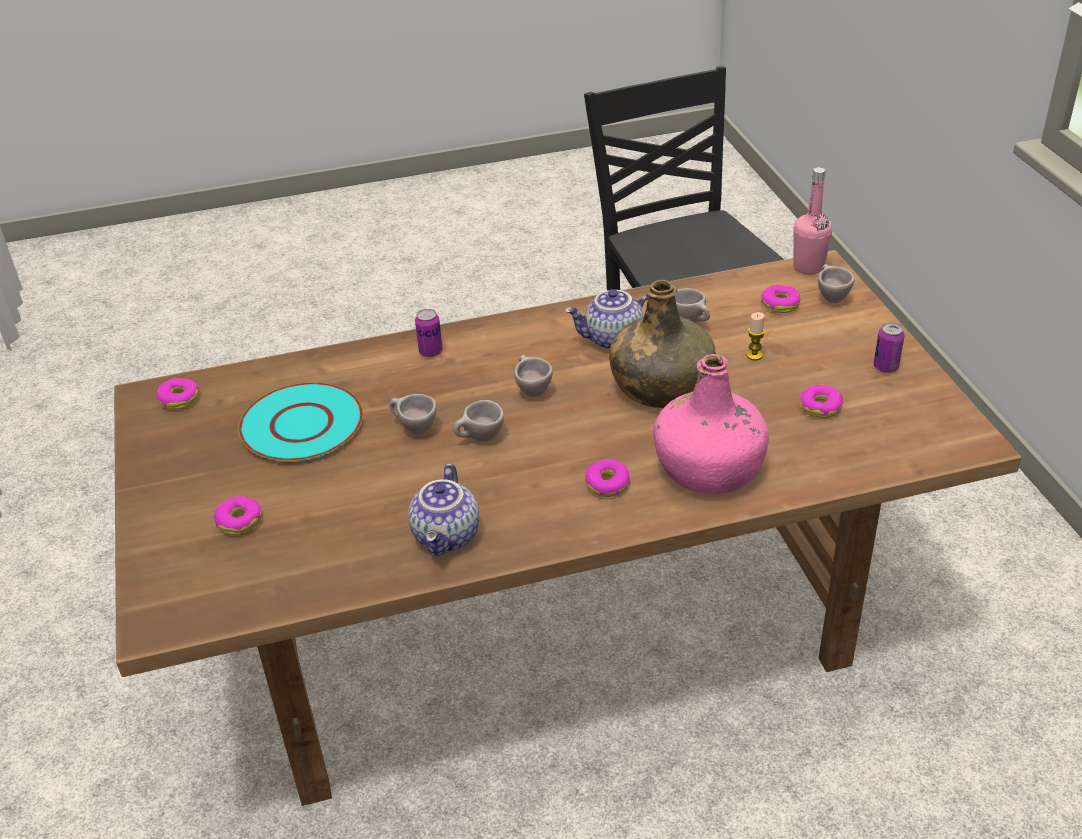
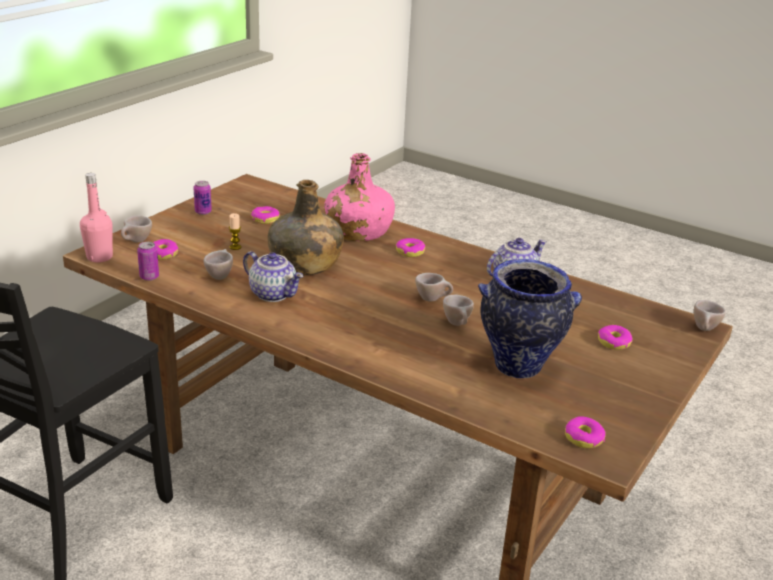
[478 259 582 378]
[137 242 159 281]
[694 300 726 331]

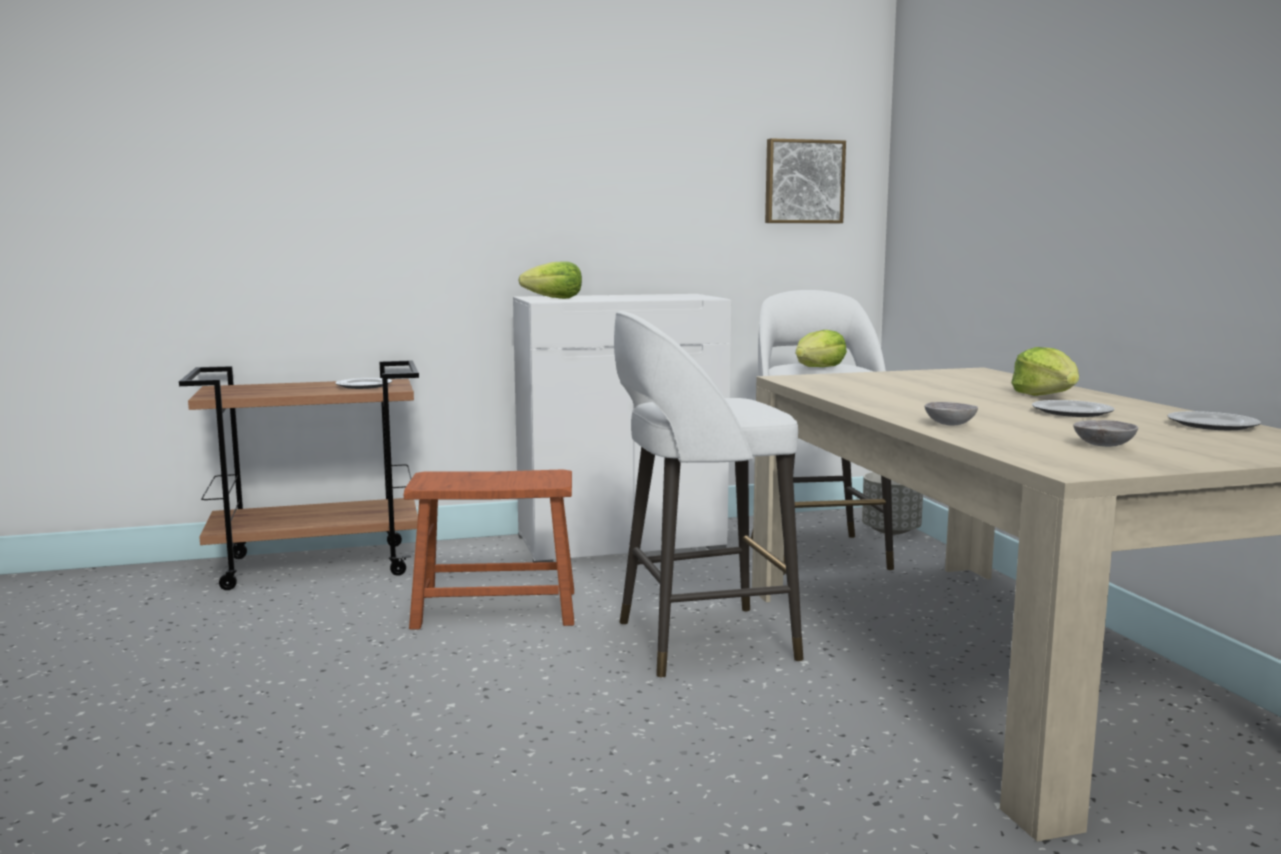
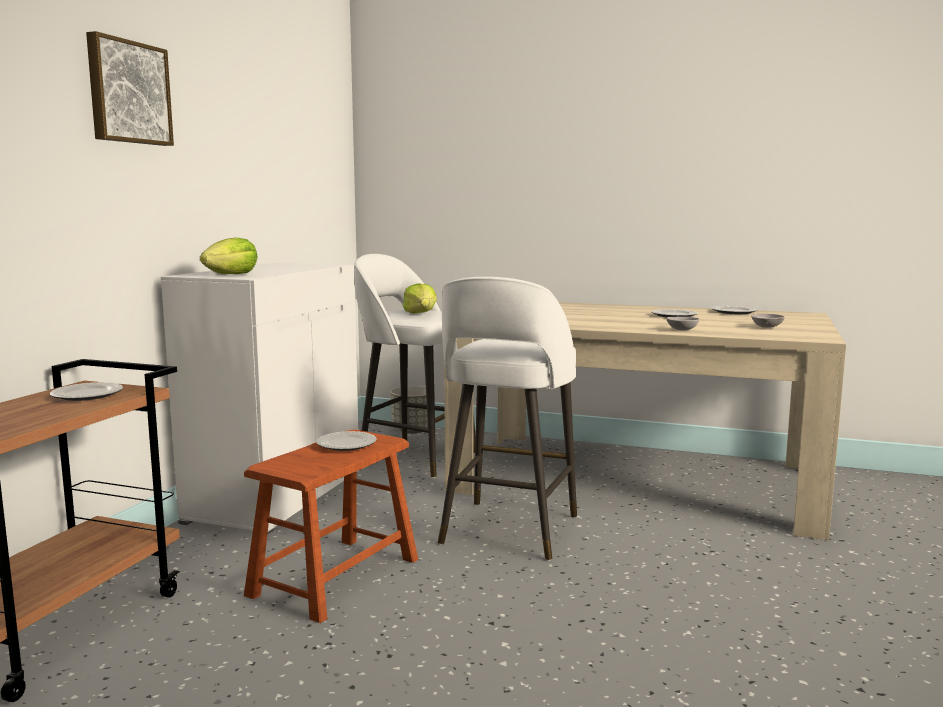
[86 31 174 146]
[1011 347 1079 396] (first image)
[316 431 377 451]

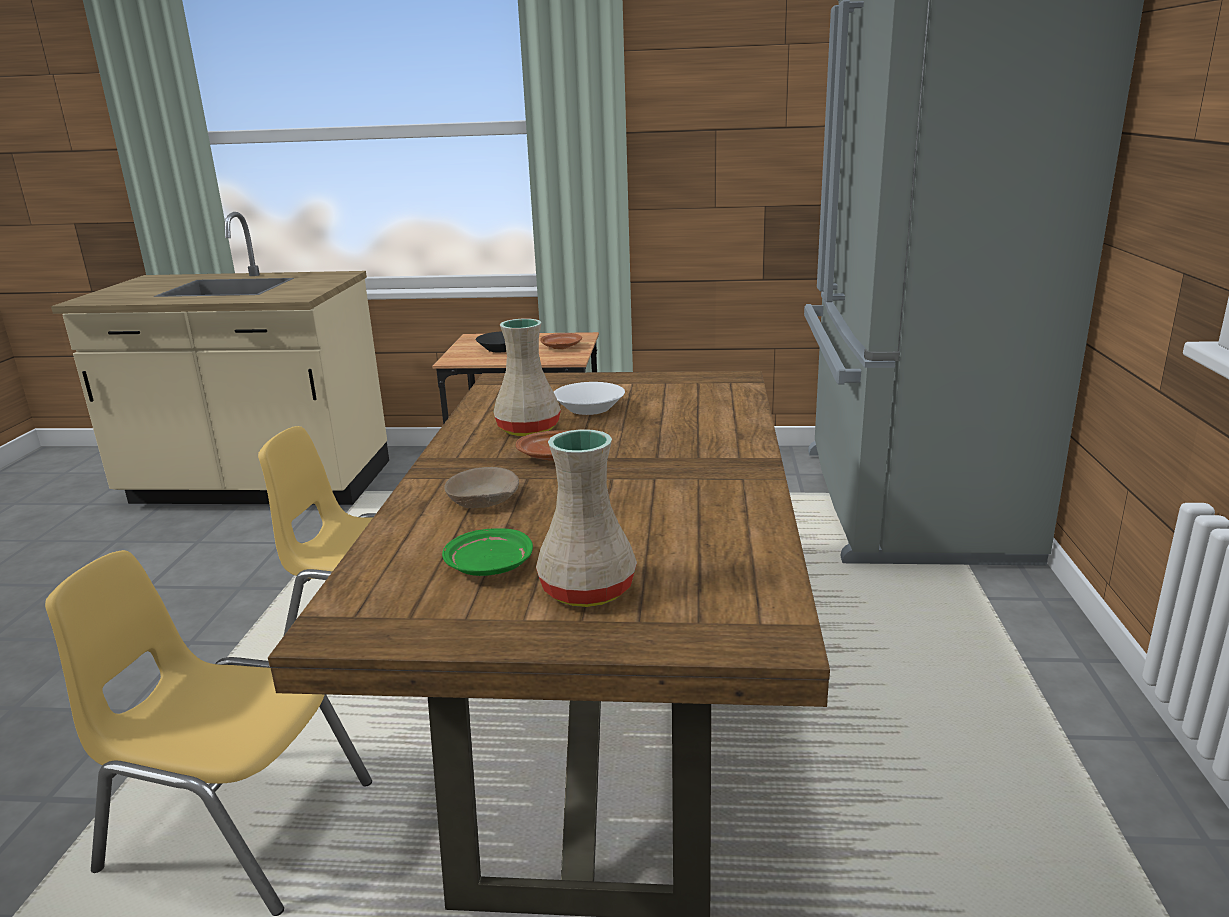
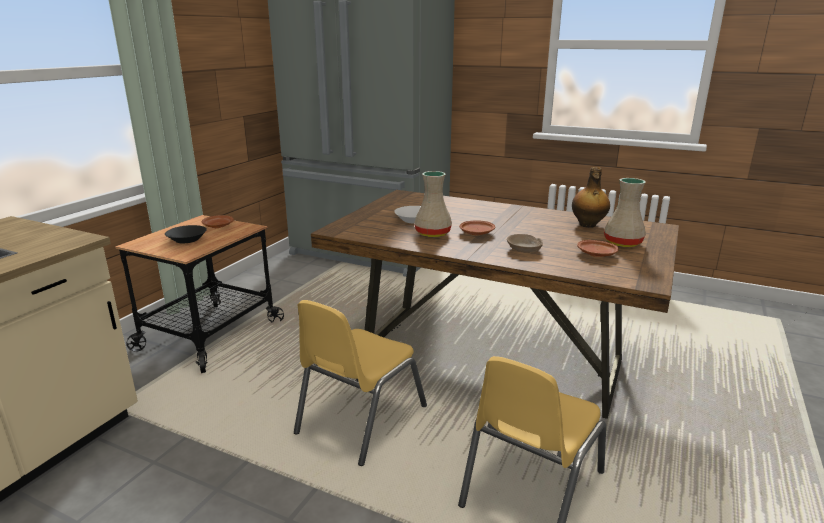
[577 240 619 257]
[572 167 610 228]

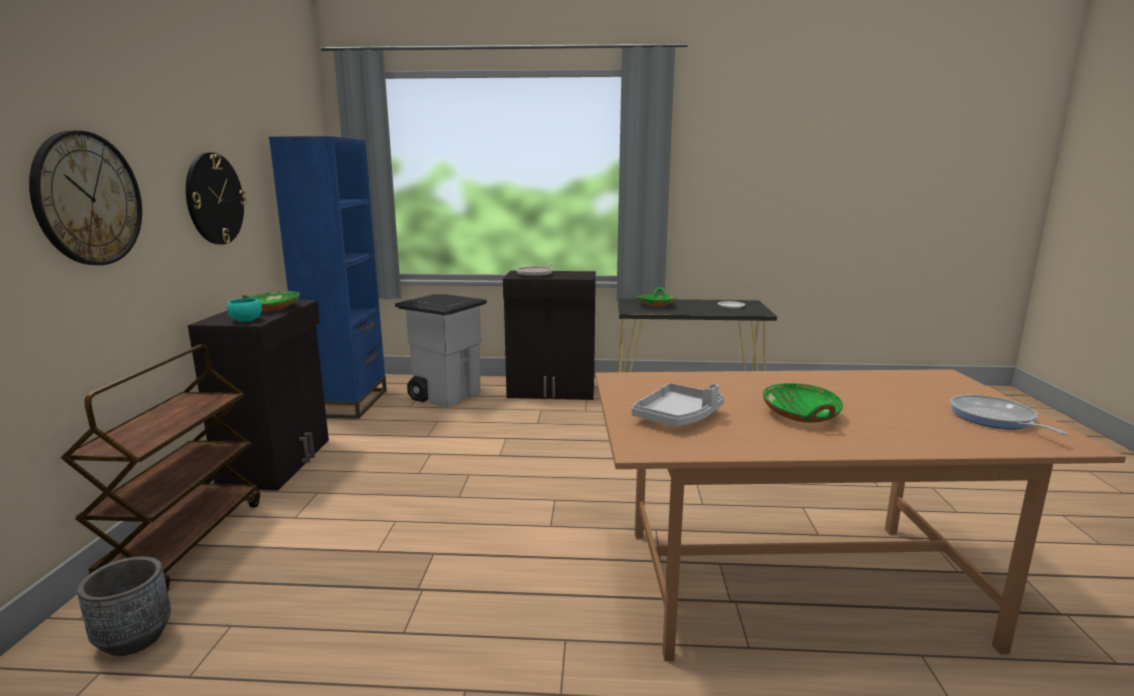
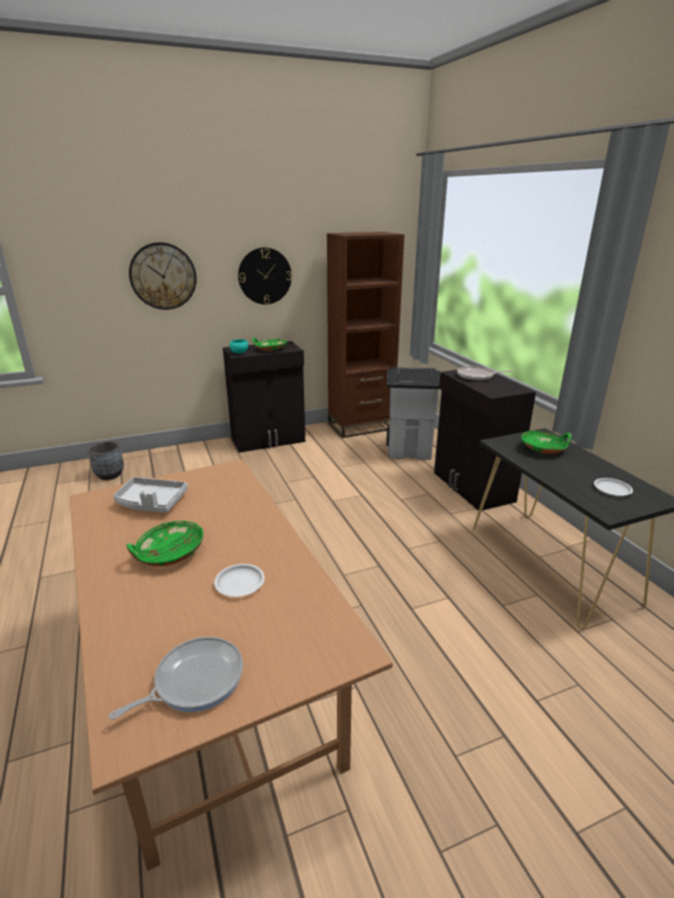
[61 344 260 592] (first image)
[327 232 404 438]
[214 564 265 597]

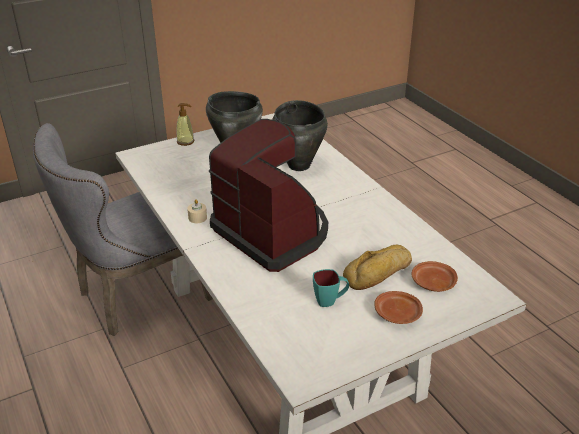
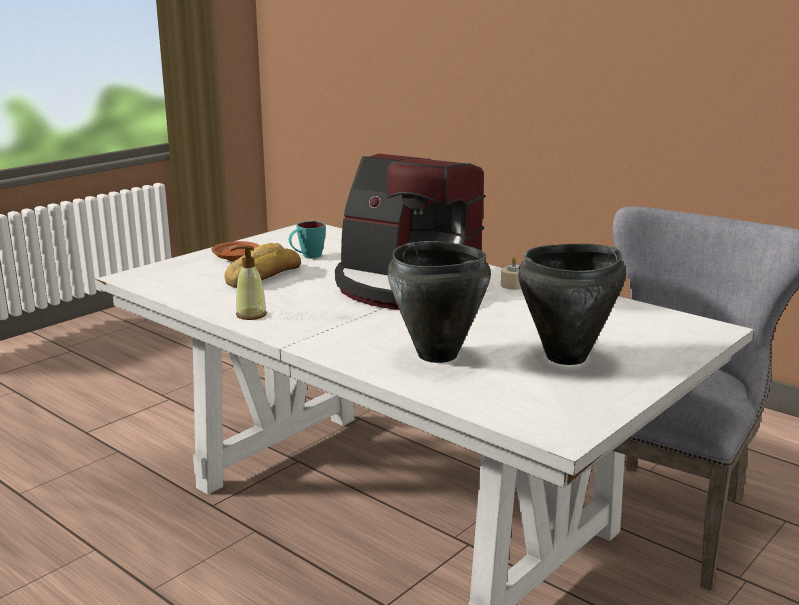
[231 245 267 320]
[412 261 458 292] (first image)

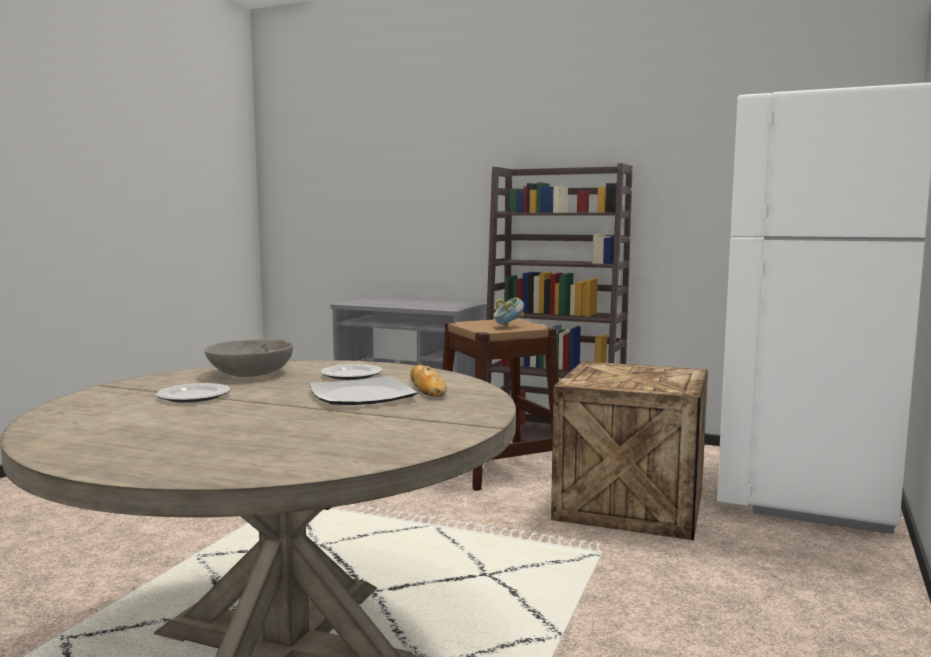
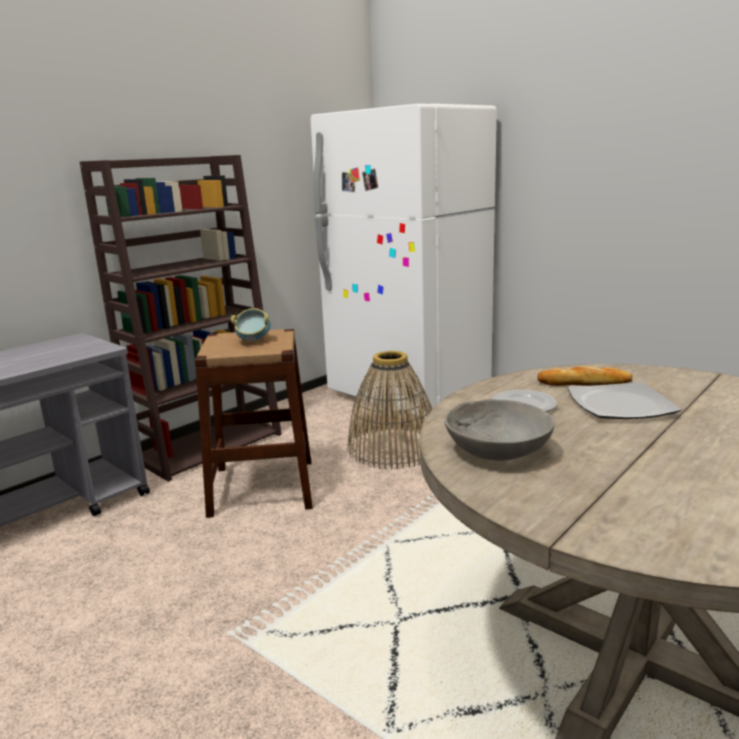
[156 383 231 403] (first image)
[347 351 432 469]

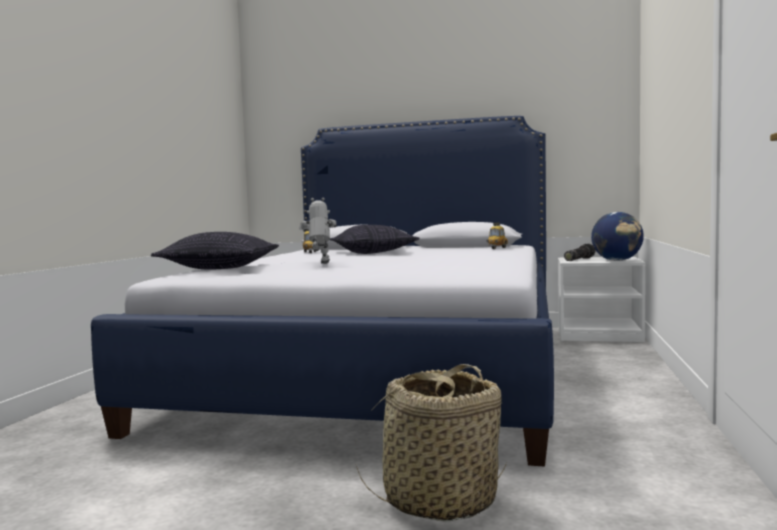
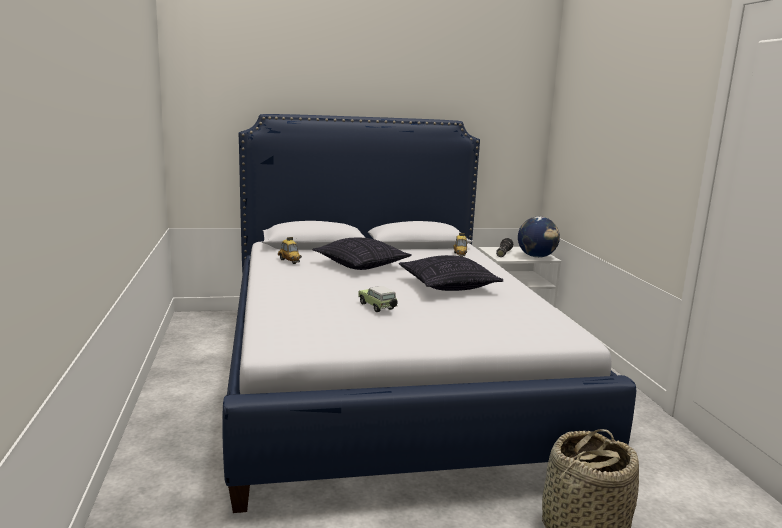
[399 255 503 291]
[358 286 398 312]

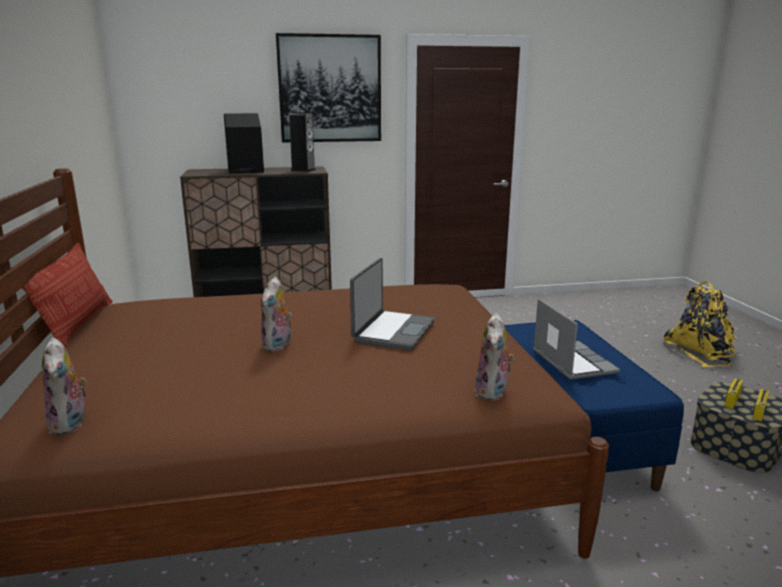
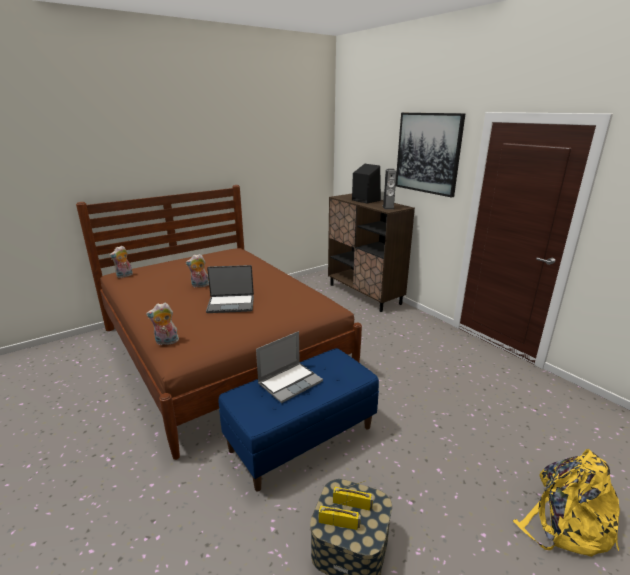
[22 243 112 347] (first image)

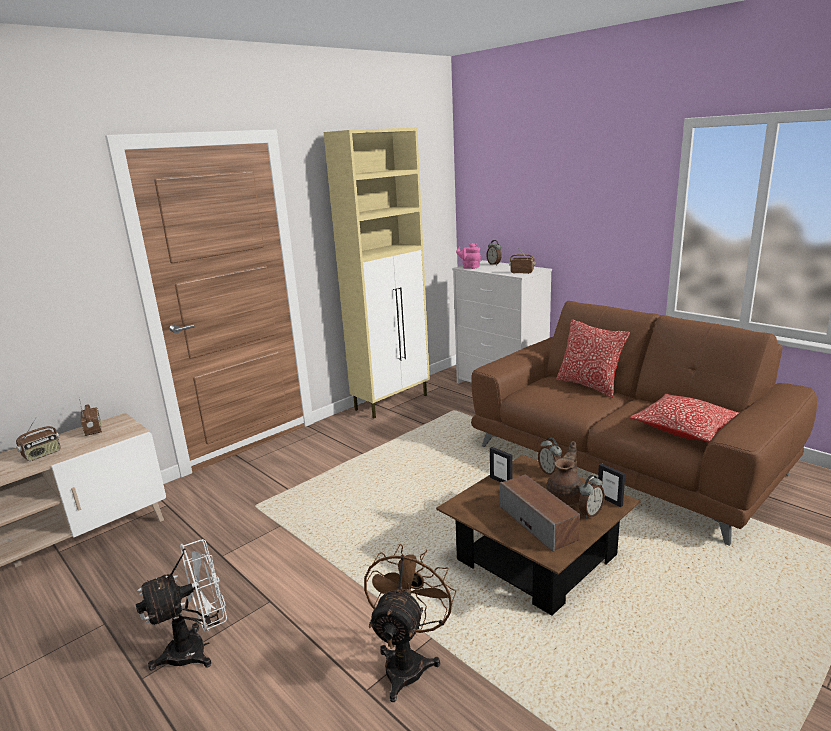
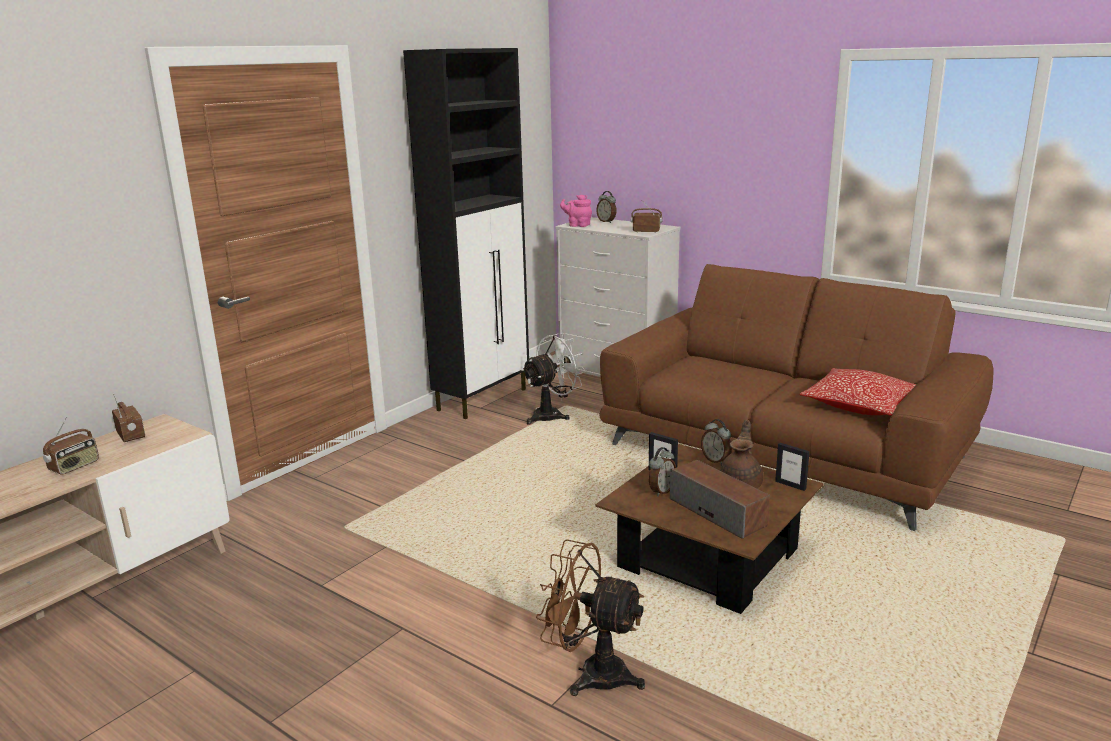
[521 333 586 425]
[403 48 529 419]
[536 539 645 696]
[556 320 630 398] (first image)
[649 447 676 496]

